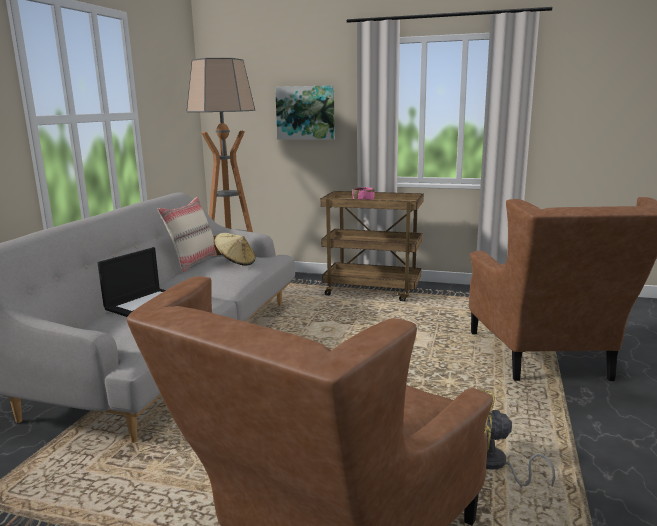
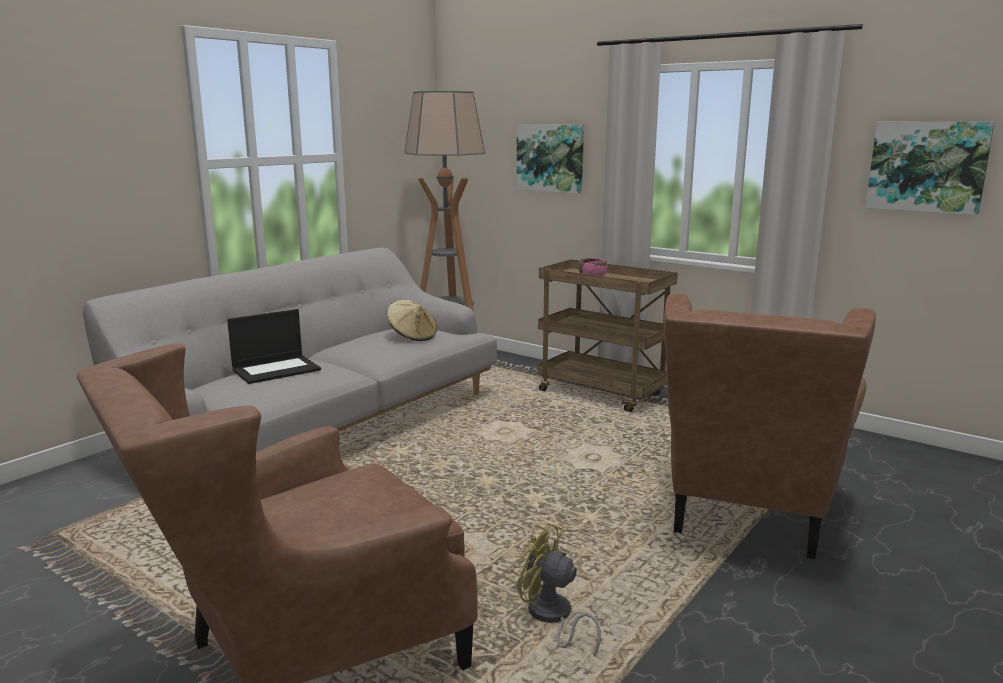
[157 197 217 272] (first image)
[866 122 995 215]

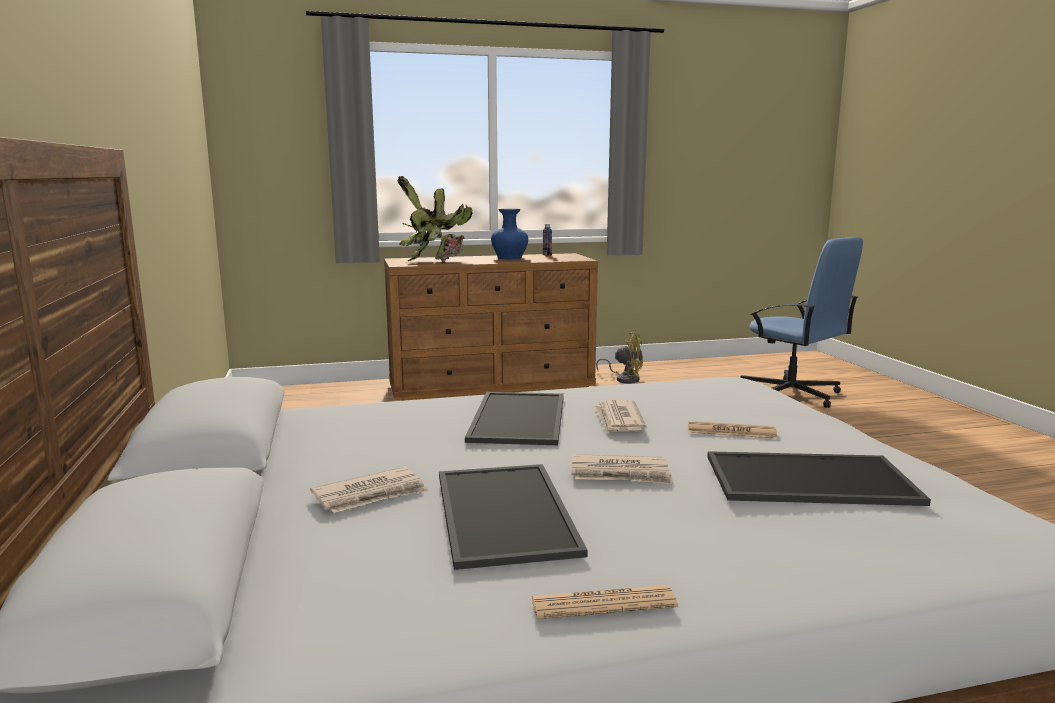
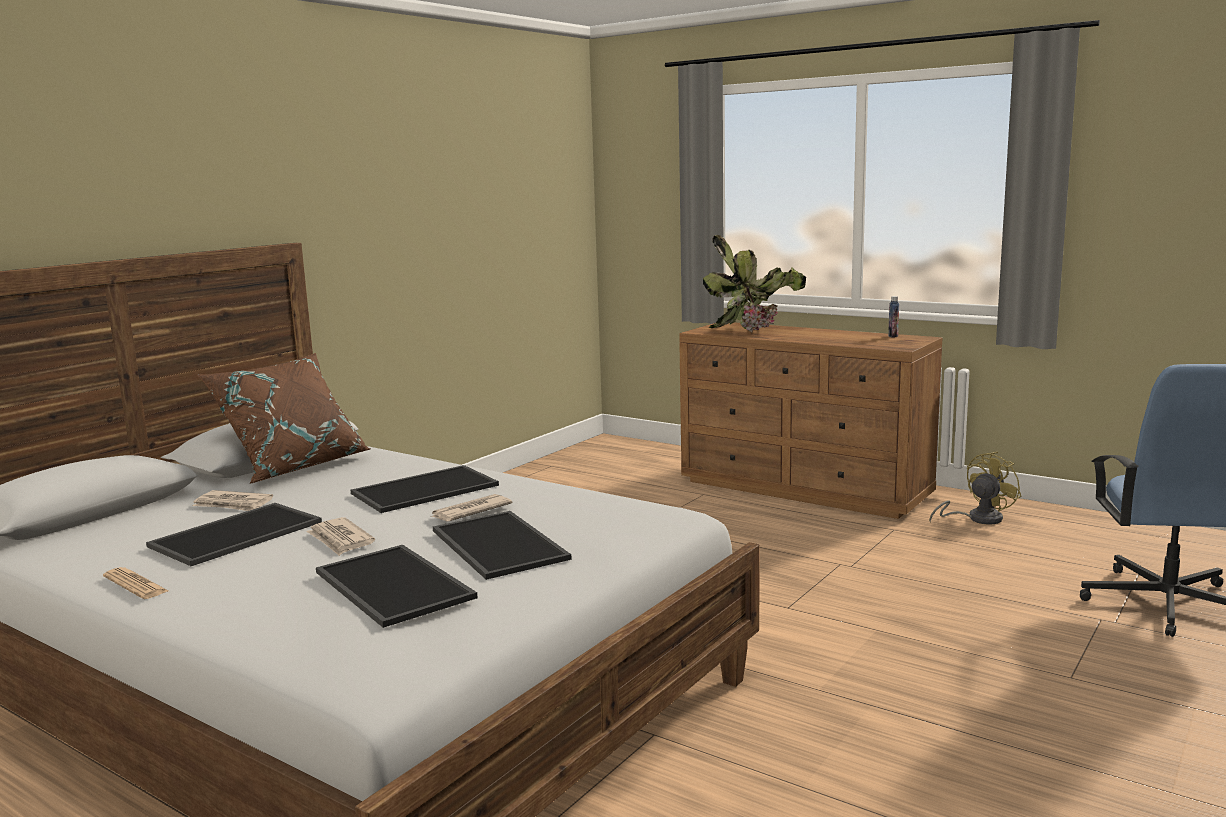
[491 209 528 259] (first image)
[929 452 1021 525]
[433 511 572 580]
[197 353 370 483]

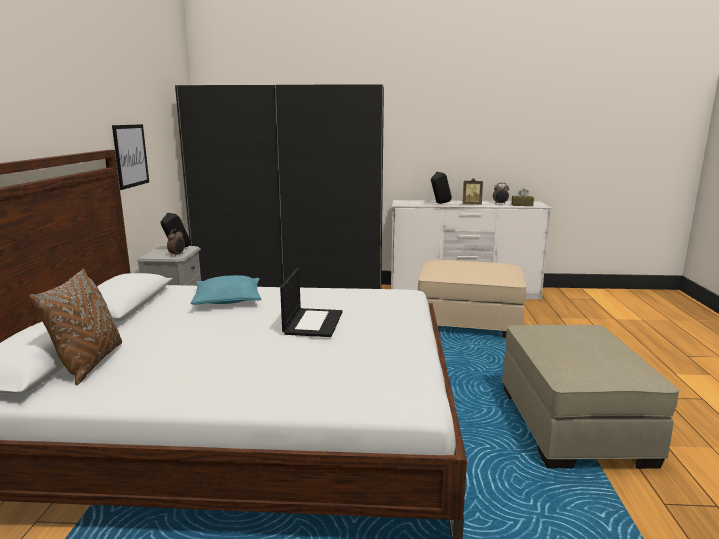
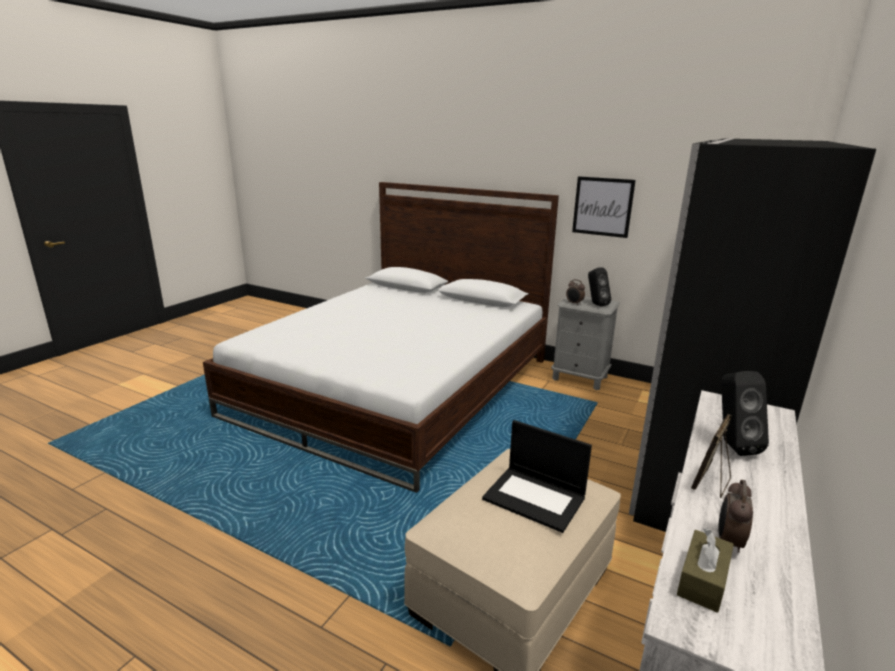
[29 268 122 385] (first image)
[190 275 261 305] (first image)
[482 420 592 533]
[502 325 679 469] (first image)

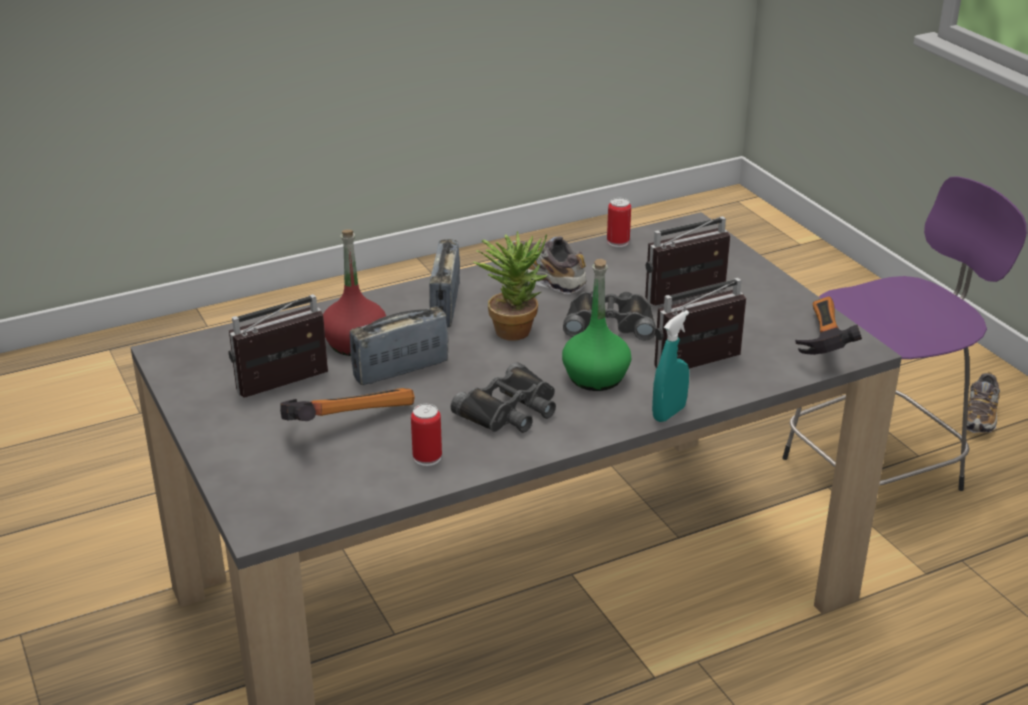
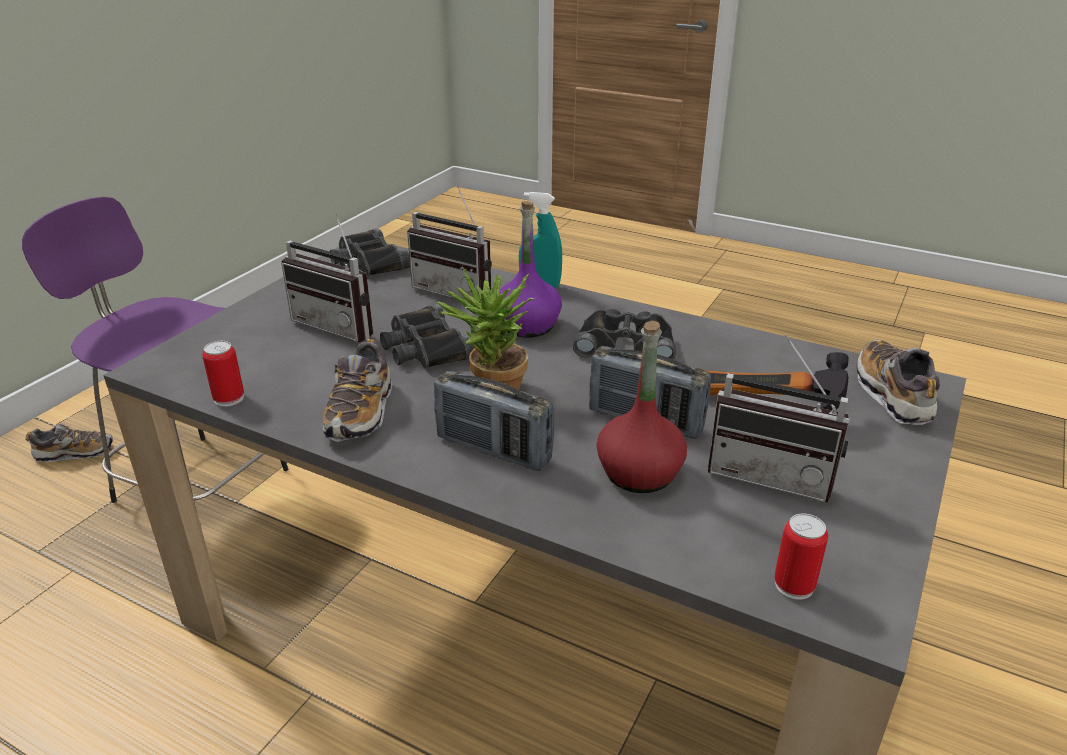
[774 514 828 600]
[434 371 554 471]
[500 201 562 338]
[329 228 410 276]
[857 340 940 425]

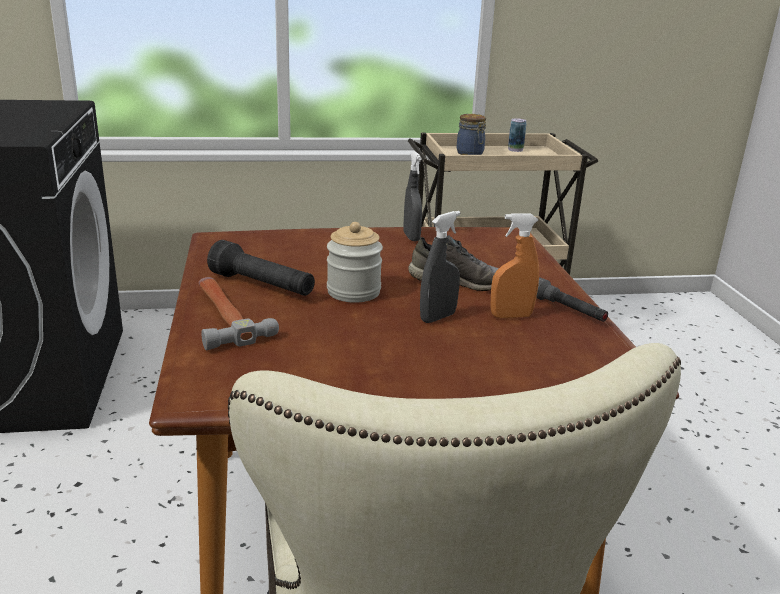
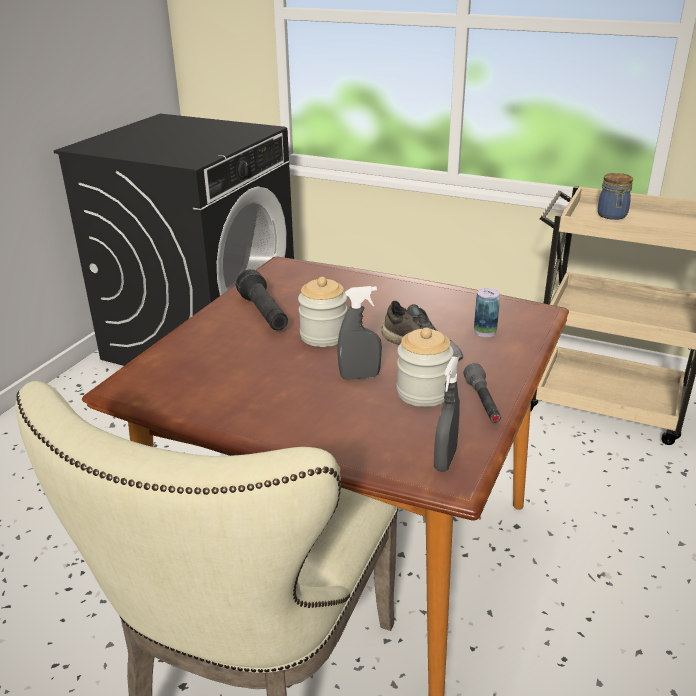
[199 277 279 351] (first image)
[434 356 460 472]
[397 328 454 407]
[474 288 500 337]

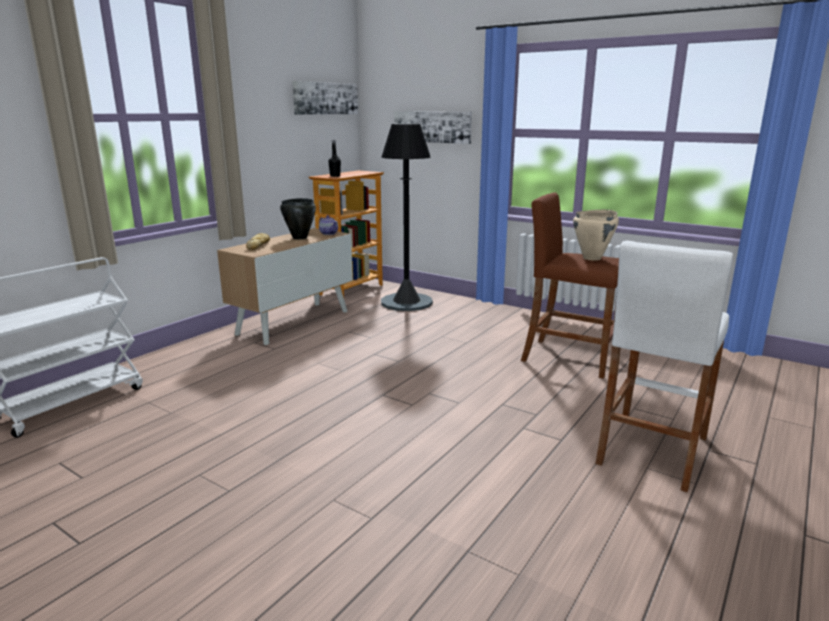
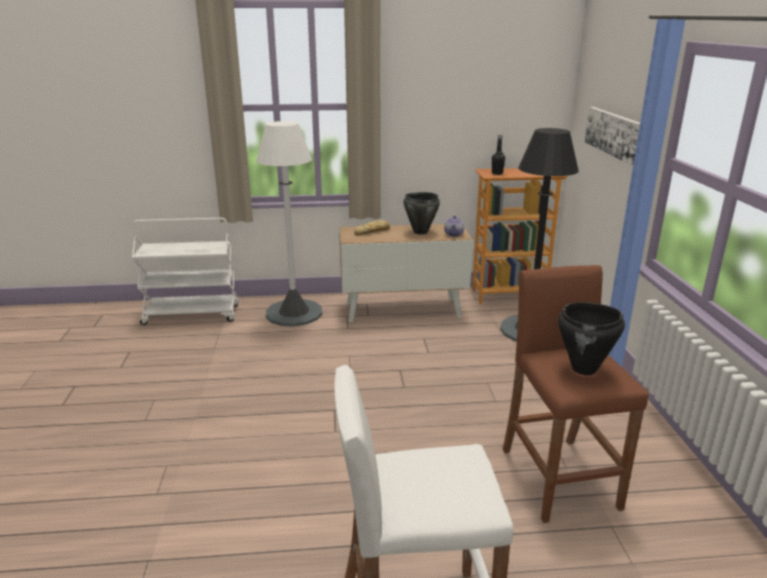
[292 81 358 115] (first image)
[558 302 625 375]
[256 121 322 327]

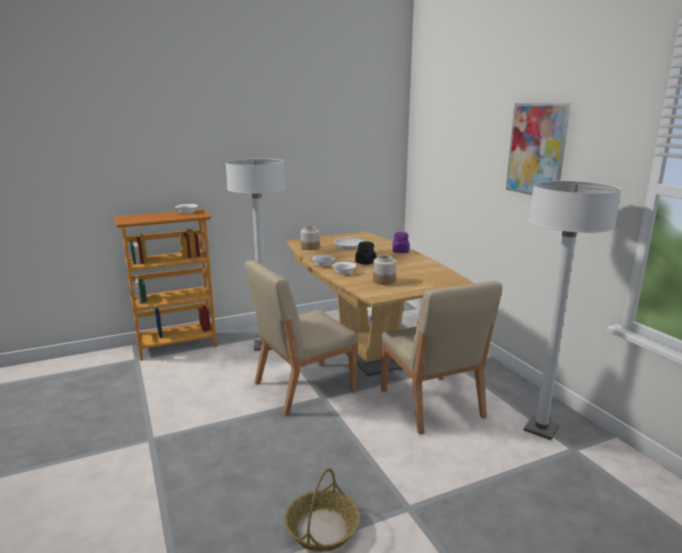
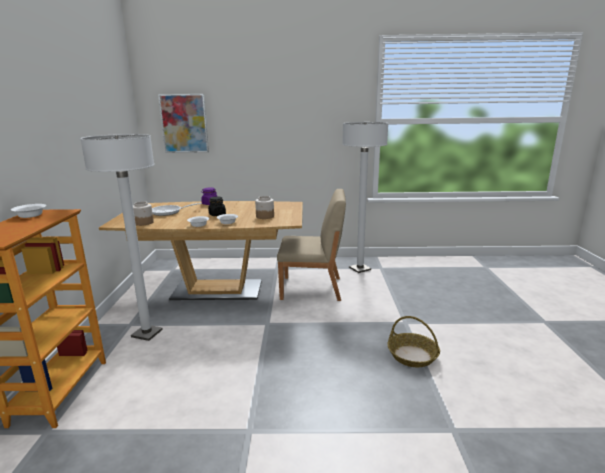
[245 260 358 416] (first image)
[158 94 209 153]

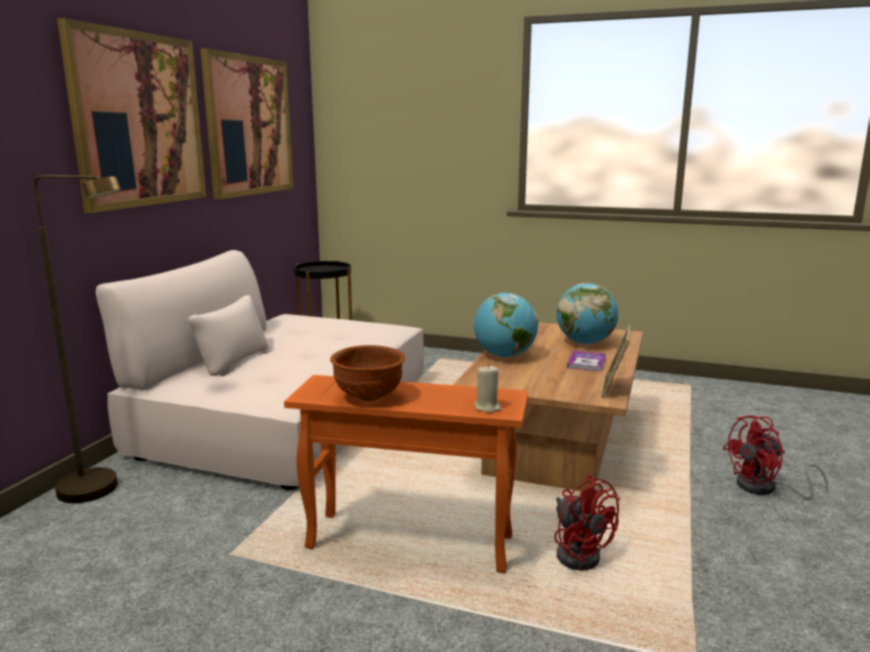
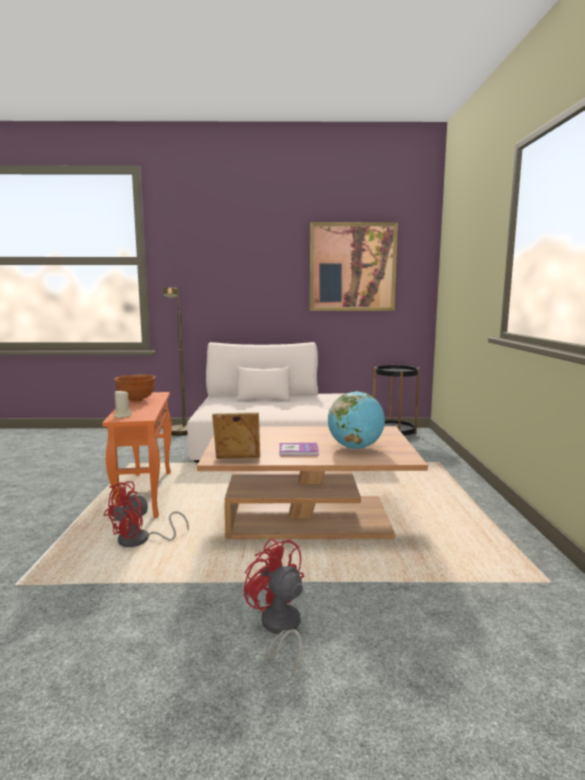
[57 18 206 213] (first image)
[474 293 538 357] (first image)

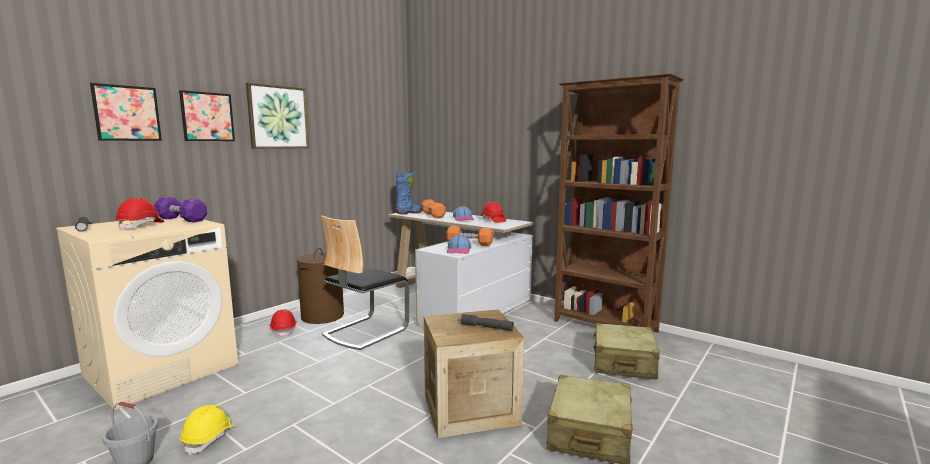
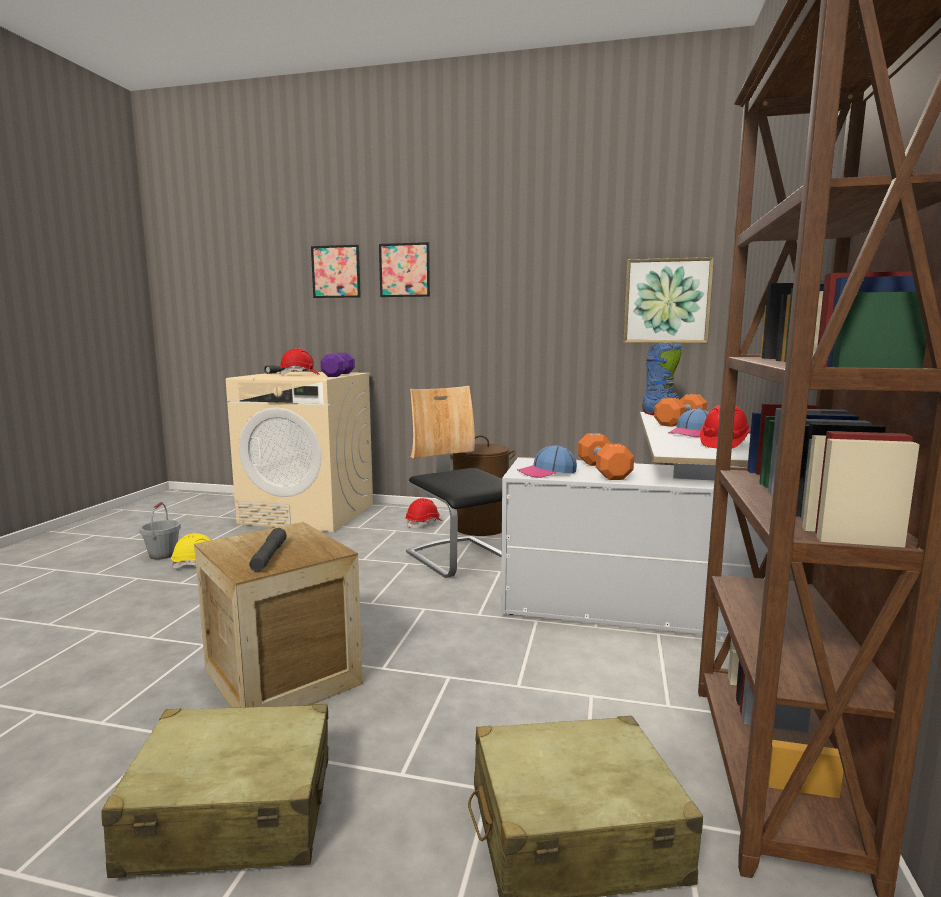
[623 257 714 343]
[406 386 502 578]

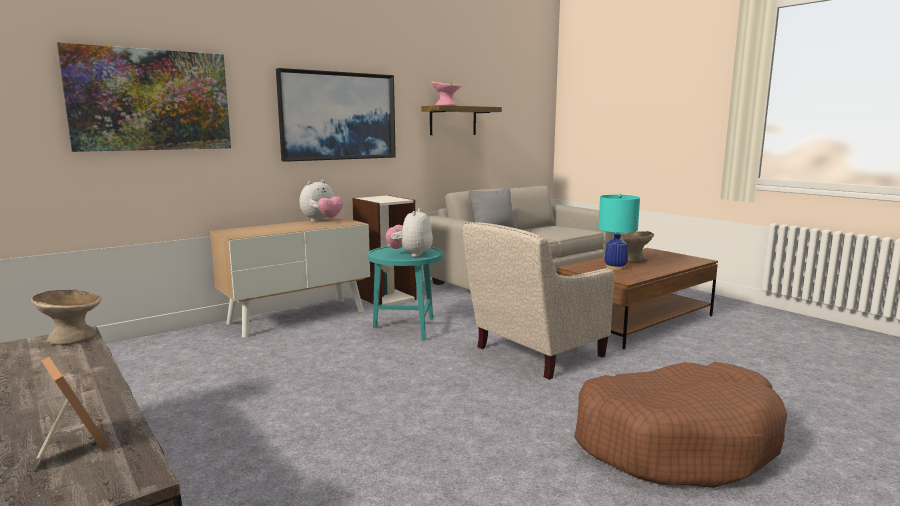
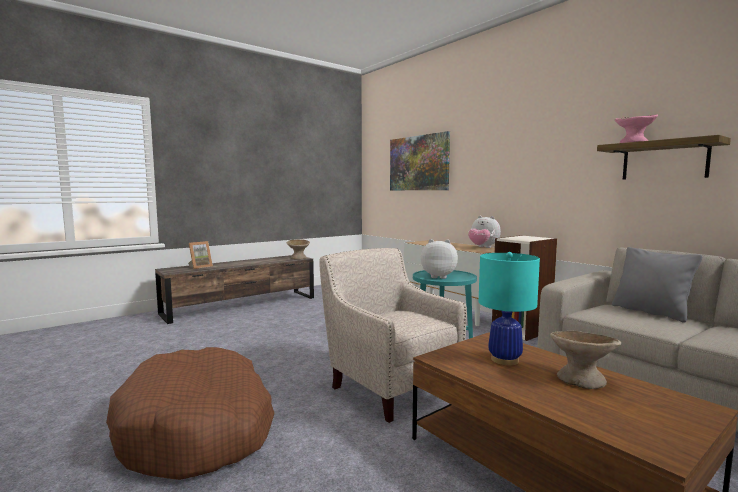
[276 68 396 162] (first image)

